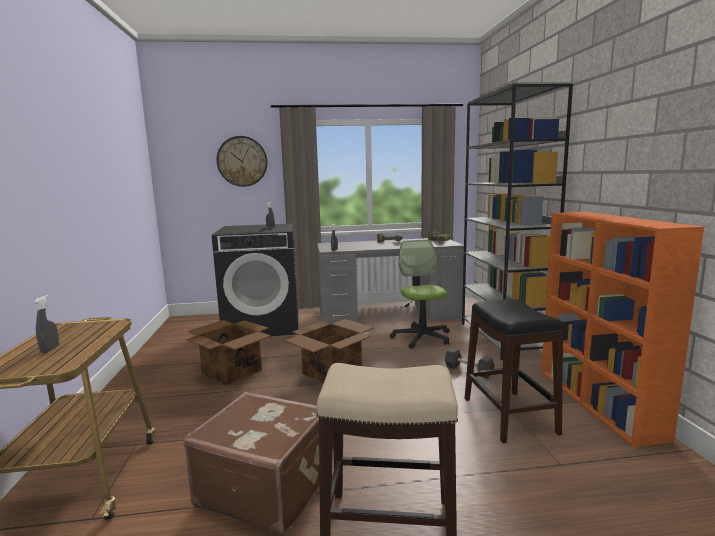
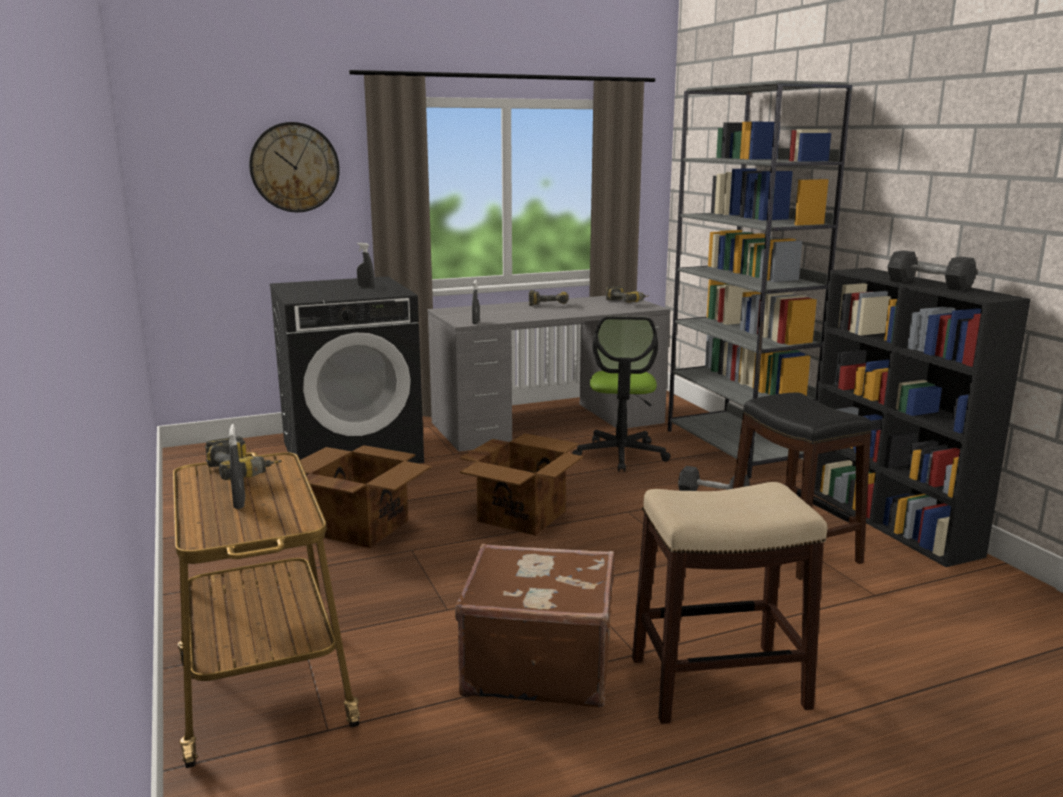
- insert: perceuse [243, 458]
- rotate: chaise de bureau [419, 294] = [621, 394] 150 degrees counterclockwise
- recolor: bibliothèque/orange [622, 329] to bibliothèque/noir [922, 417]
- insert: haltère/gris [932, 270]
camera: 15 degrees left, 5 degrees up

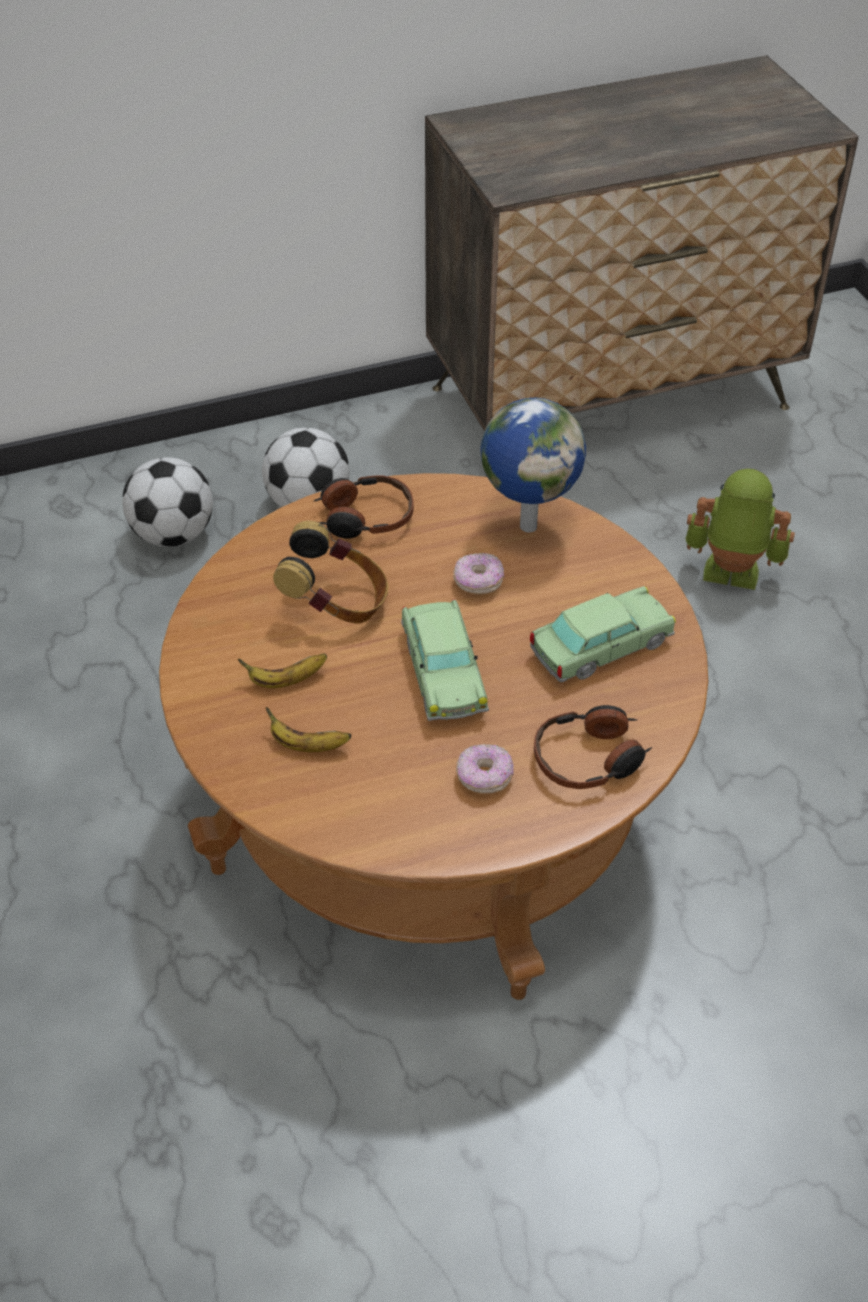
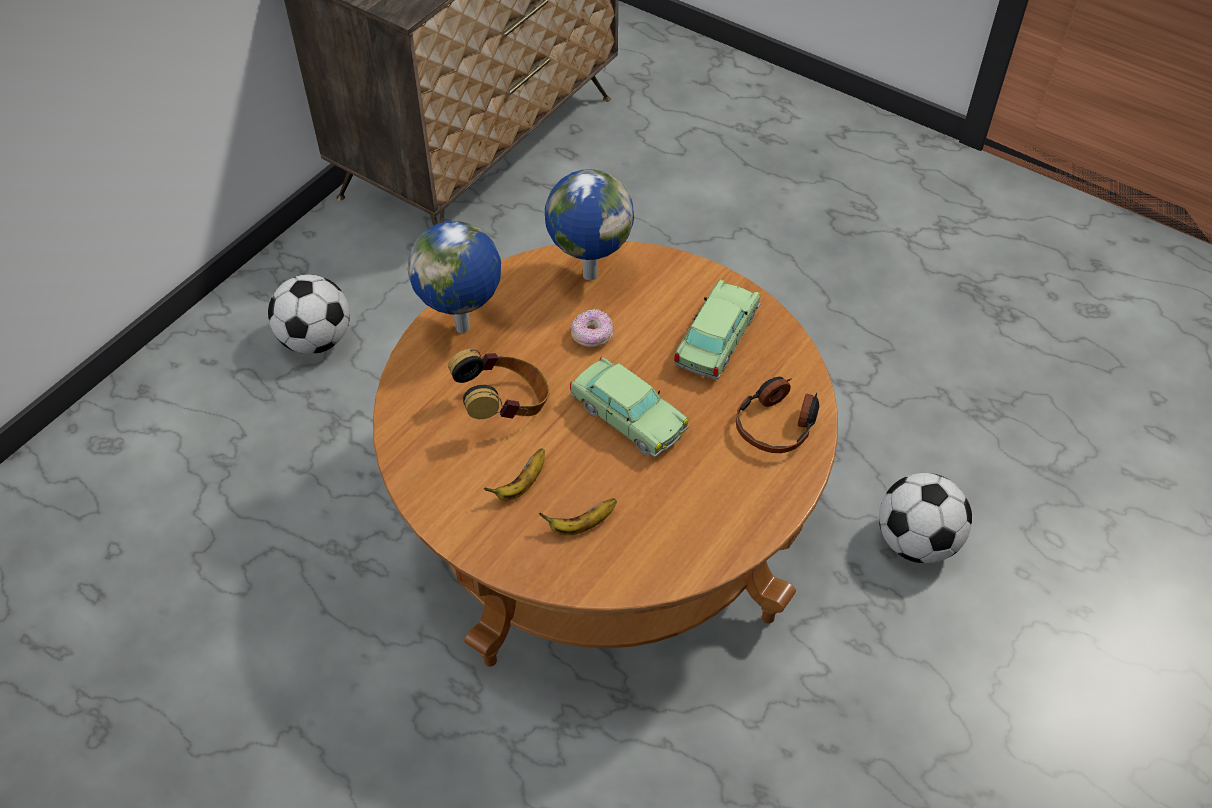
- replace: casque audio [363, 507] to globe [454, 277]
- move: ballon de foot [168, 502] to [925, 518]
- delete: beignet [484, 769]
- delete: robot jouet [740, 529]
camera: 35 degrees left, 5 degrees up

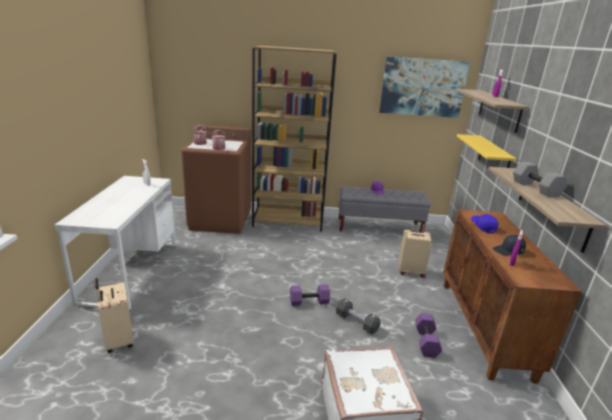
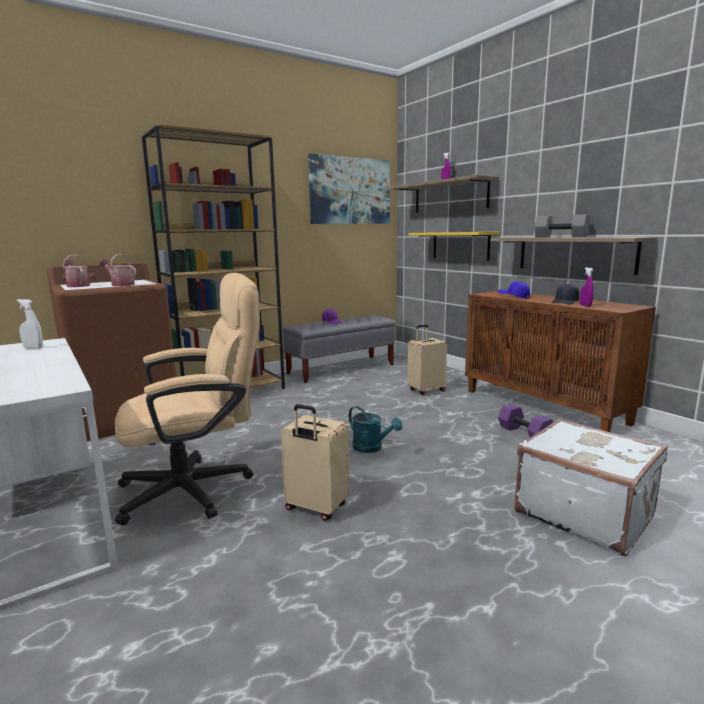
- insert: chaise de bureau/beige [187, 399]
- move: valise/beige [114, 315] to [315, 462]
- replace: haltère/violet [310, 295] to arrosoir/turquoise [375, 429]
- delete: haltère/noir [358, 316]
camera: 35 degrees left, 10 degrees down

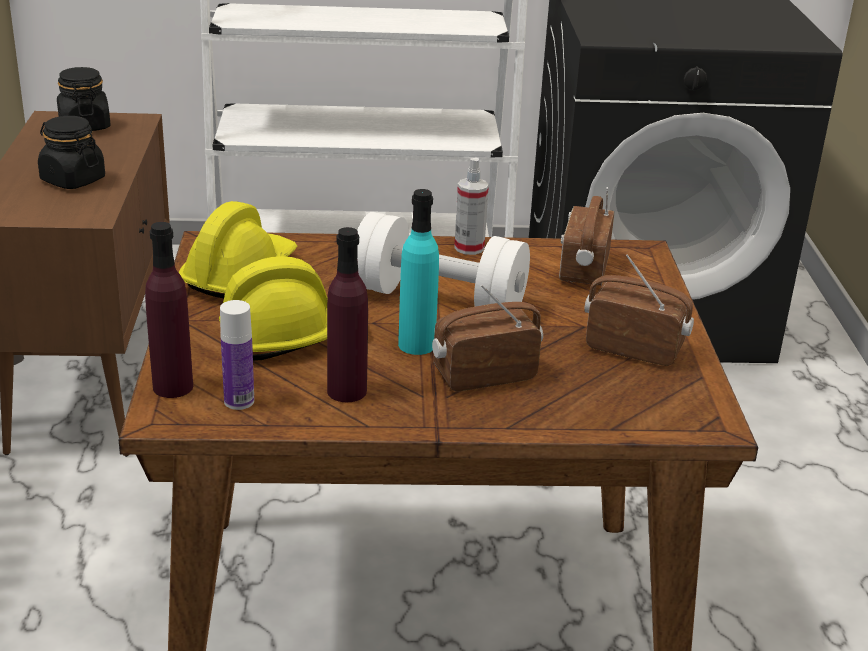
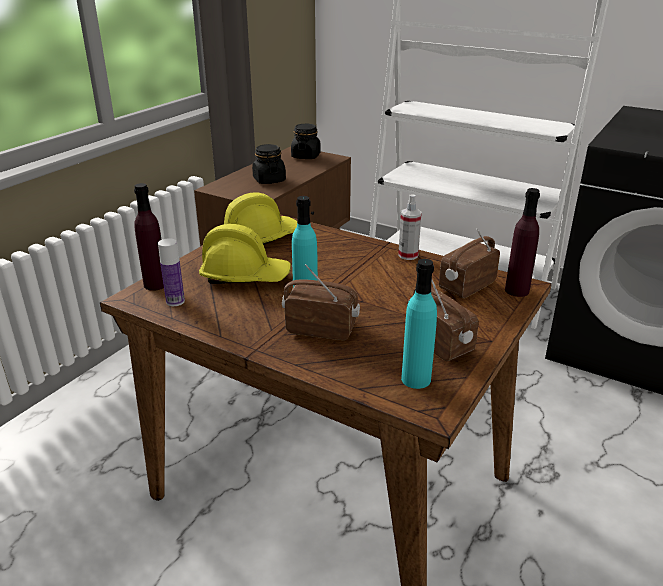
- insert: bouteille/turquoise [419, 324]
- move: bouteille/violet [347, 314] to [522, 242]
- delete: haltère/blanc [443, 259]
camera: 35 degrees right, 0 degrees up

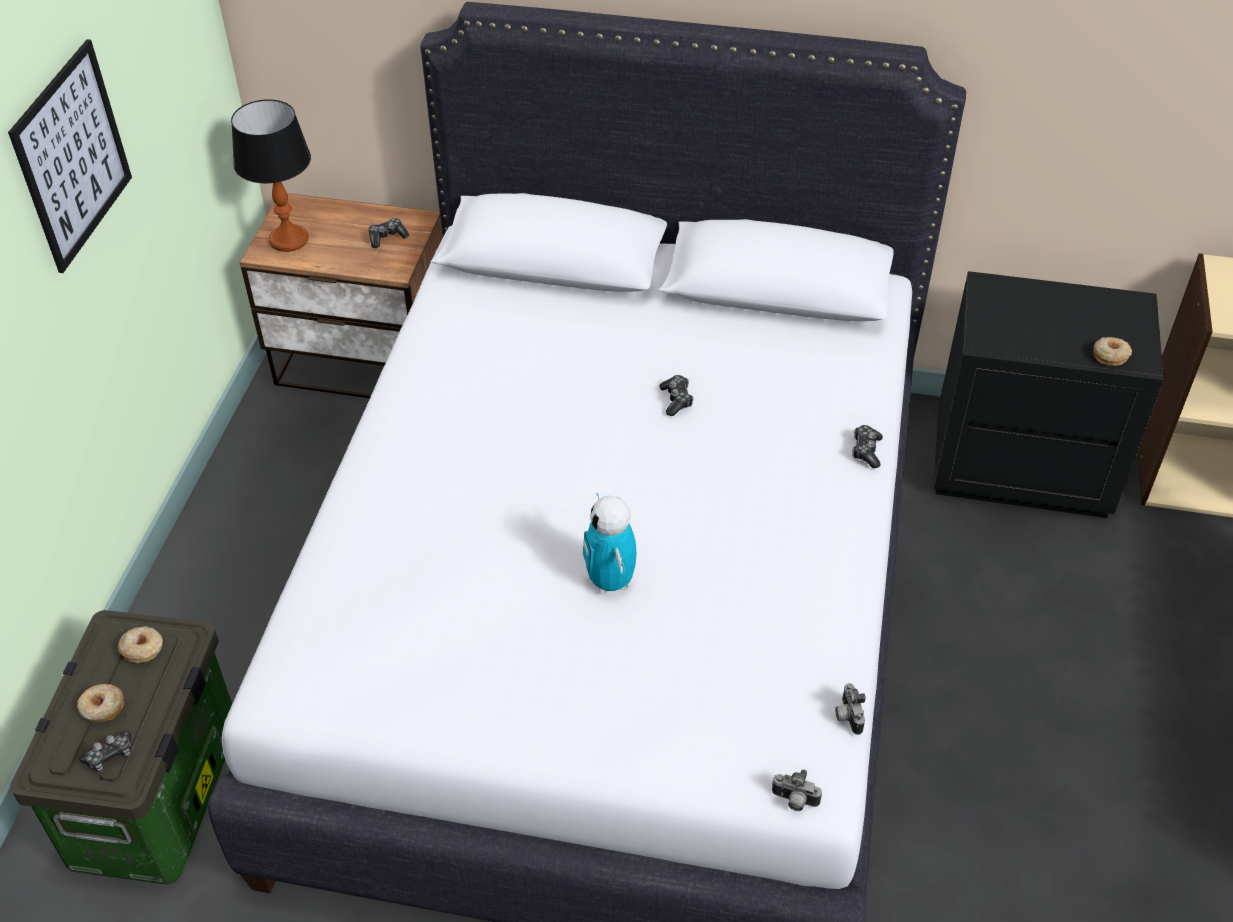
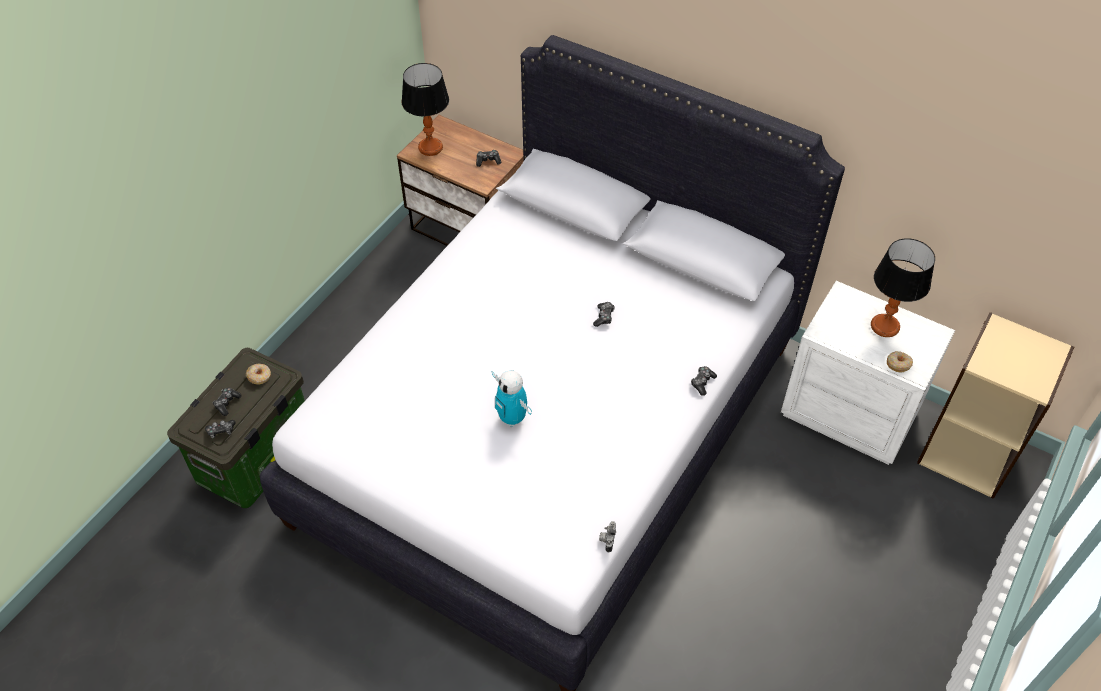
- replace: beignet [100, 702] to manette [227, 402]
- rotate: robot jouet [610, 543] = [511, 398] 45 degrees counterclockwise
- recolor: table de chevet/noir [1048, 394] to table de chevet/blanc [868, 373]
- insert: lampe de table [903, 287]
- delete: tableau [70, 156]
- delete: appareil photo [797, 790]
camera: 20 degrees right, 5 degrees up

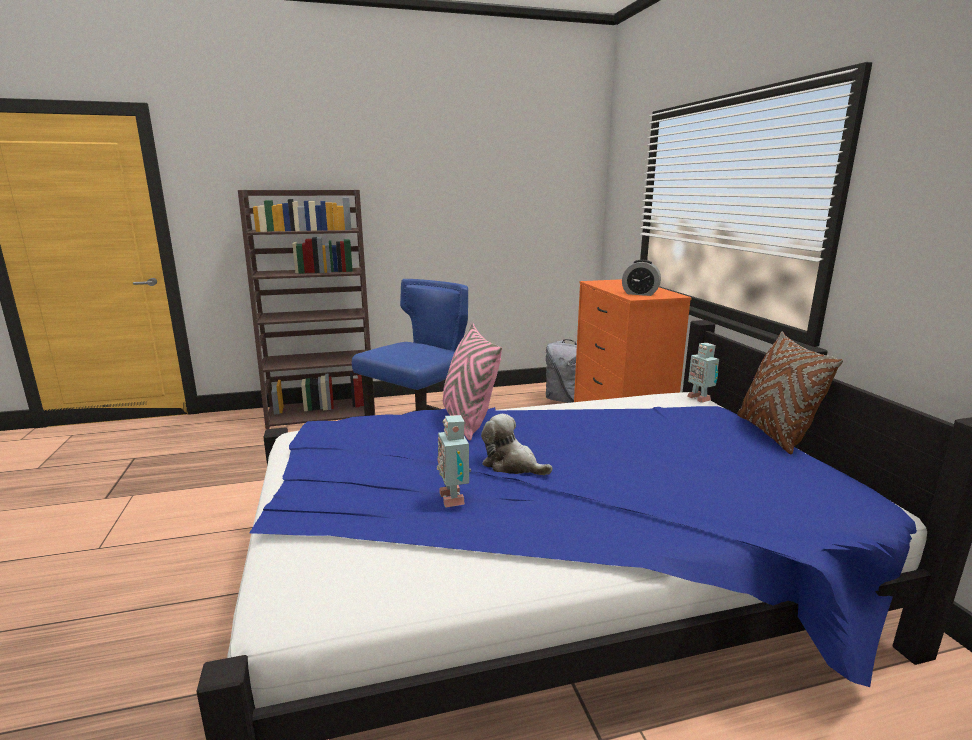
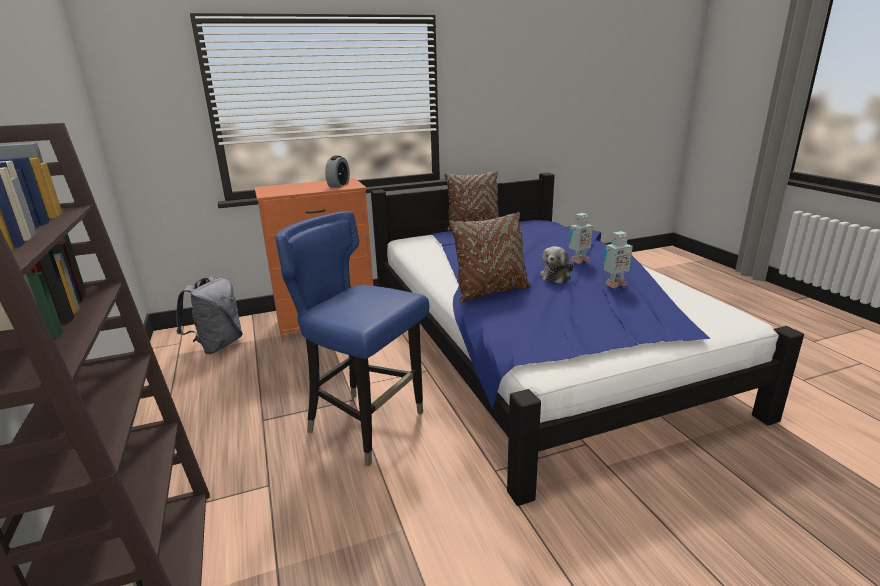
- recolor: coussin/rose [472, 381] to coussin/marron [490, 257]
- move: robot jouet [703, 373] to [581, 238]
camera: 95 degrees left, 5 degrees up

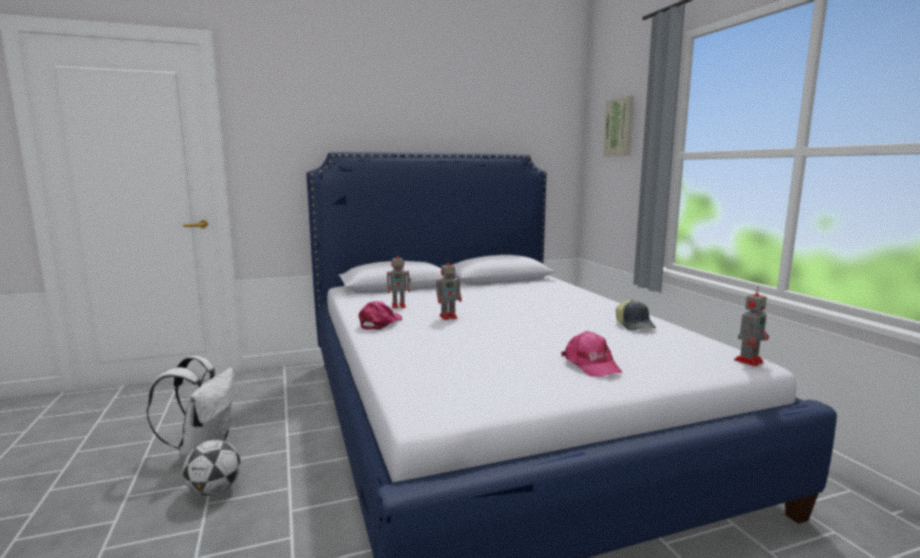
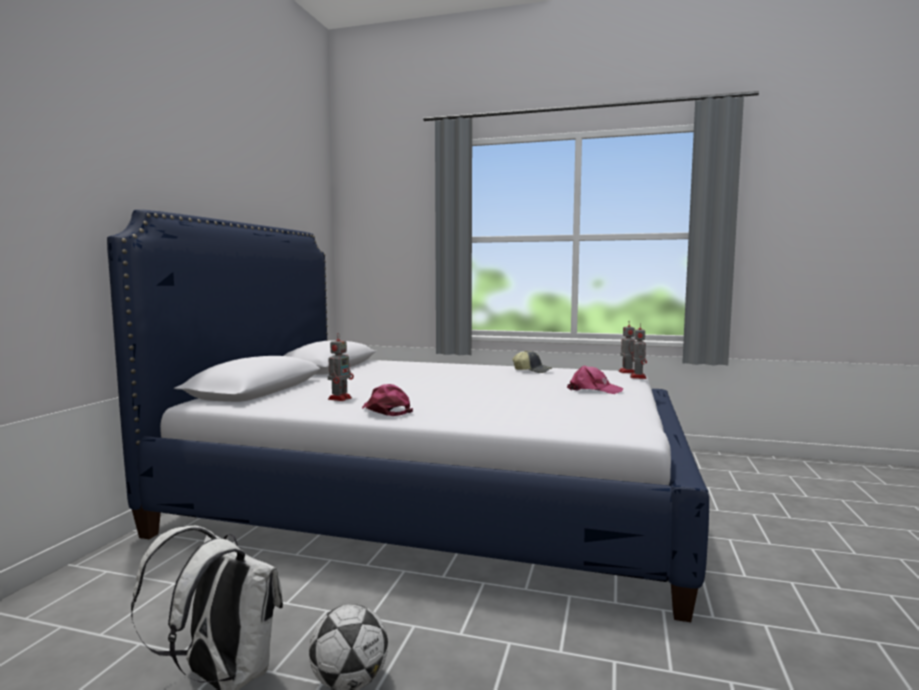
- move: robot jouet [449, 289] to [638, 351]
- delete: tableau [618, 126]
camera: 55 degrees left, 5 degrees down

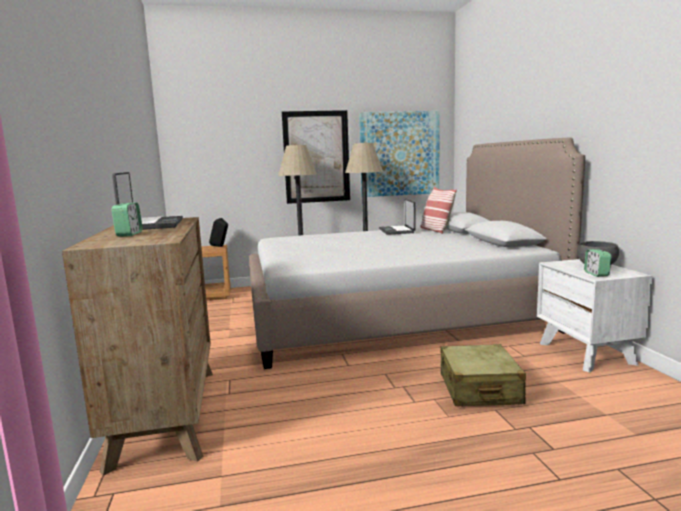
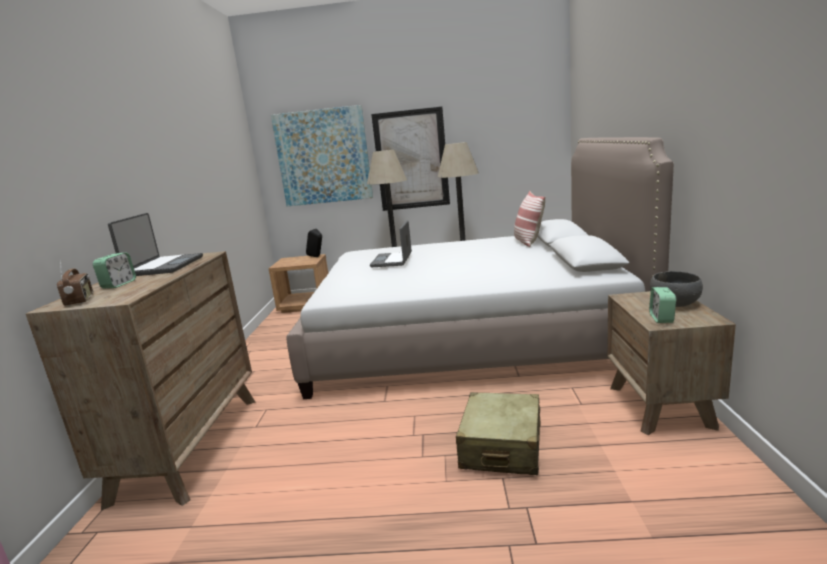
- insert: radio [75, 281]
- move: tableau [399, 154] to [322, 155]
- move: ordinateur portable [397, 217] to [391, 243]
- recolor: table de chevet/blanc [595, 315] to table de chevet/marron [671, 363]
camera: 15 degrees right, 5 degrees up

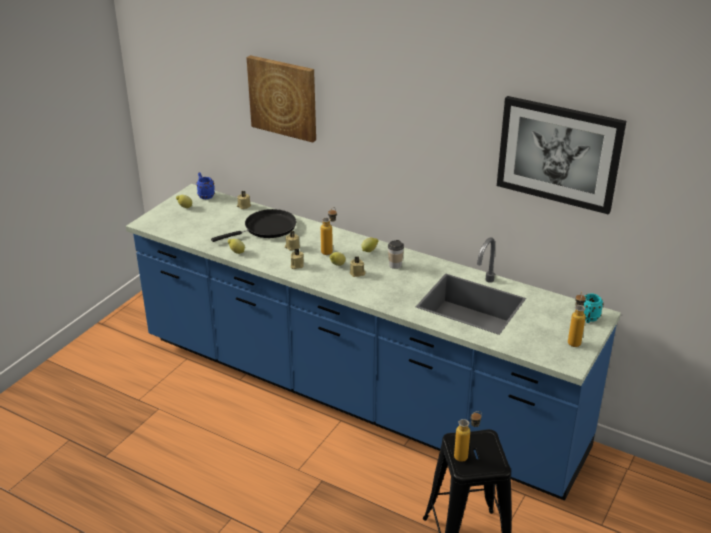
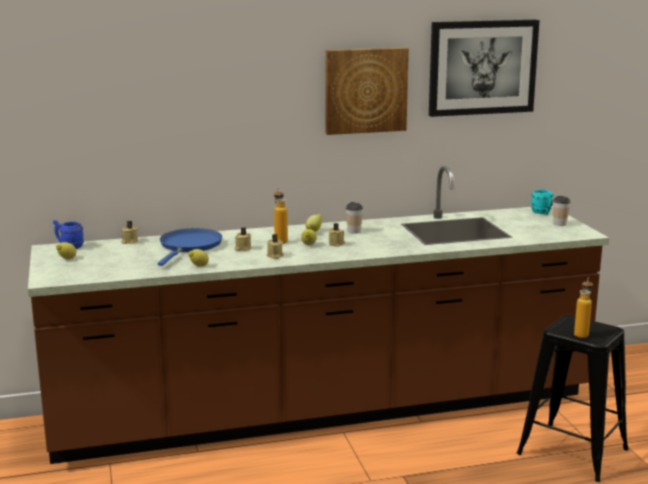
- recolor: comptoir de cuisine/bleu [373, 342] to comptoir de cuisine/marron [318, 315]
- recolor: poêle/noir [253, 225] to poêle/bleu [190, 247]
- move: tableau [281, 99] to [367, 91]
- replace: bouteille [577, 319] to tasse [561, 211]
camera: 45 degrees left, 15 degrees down

